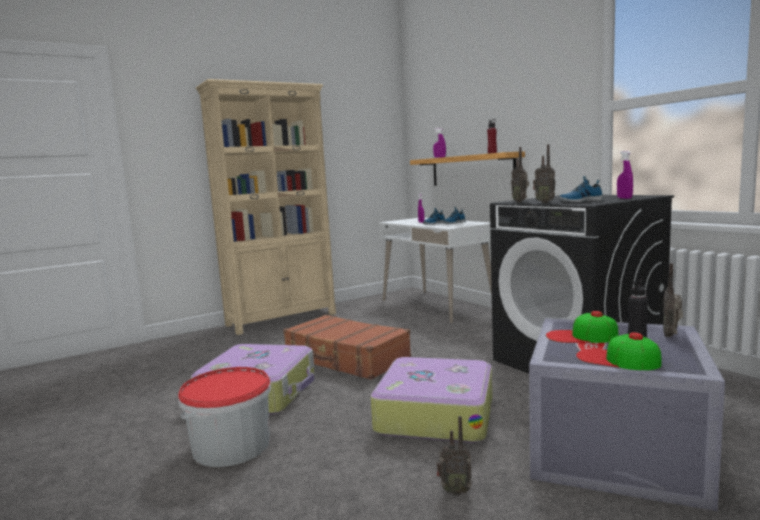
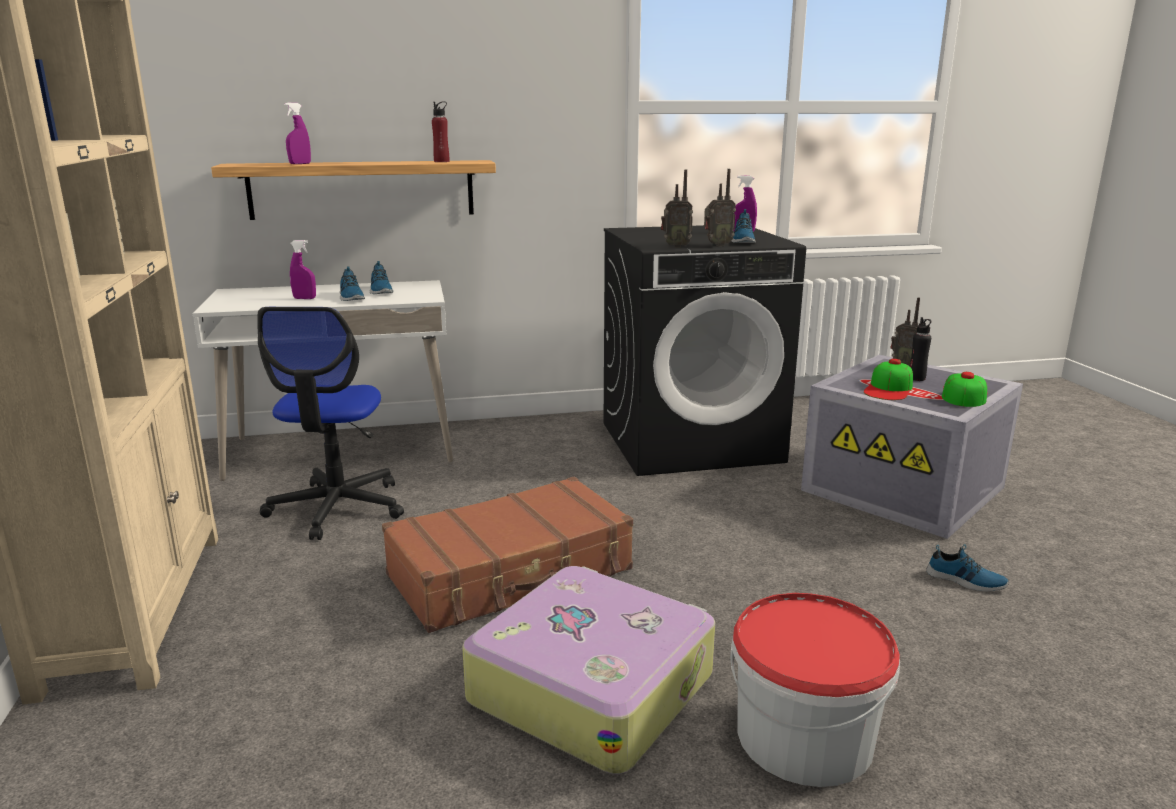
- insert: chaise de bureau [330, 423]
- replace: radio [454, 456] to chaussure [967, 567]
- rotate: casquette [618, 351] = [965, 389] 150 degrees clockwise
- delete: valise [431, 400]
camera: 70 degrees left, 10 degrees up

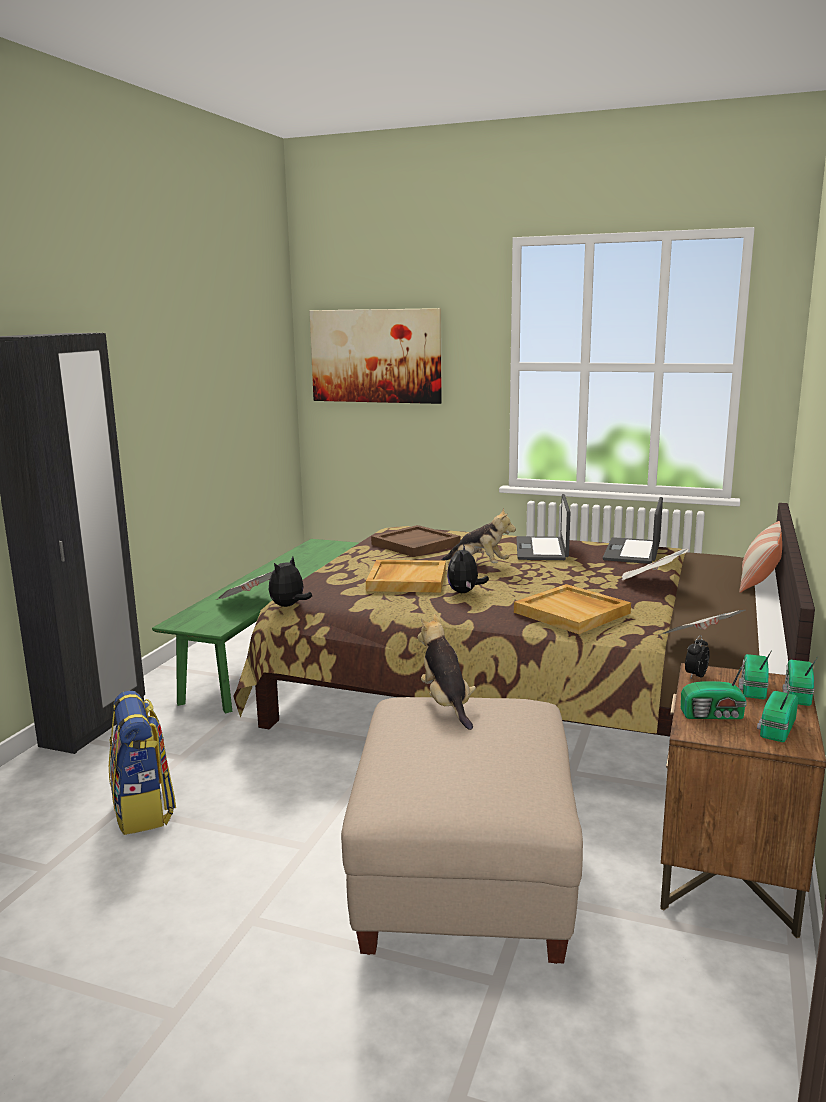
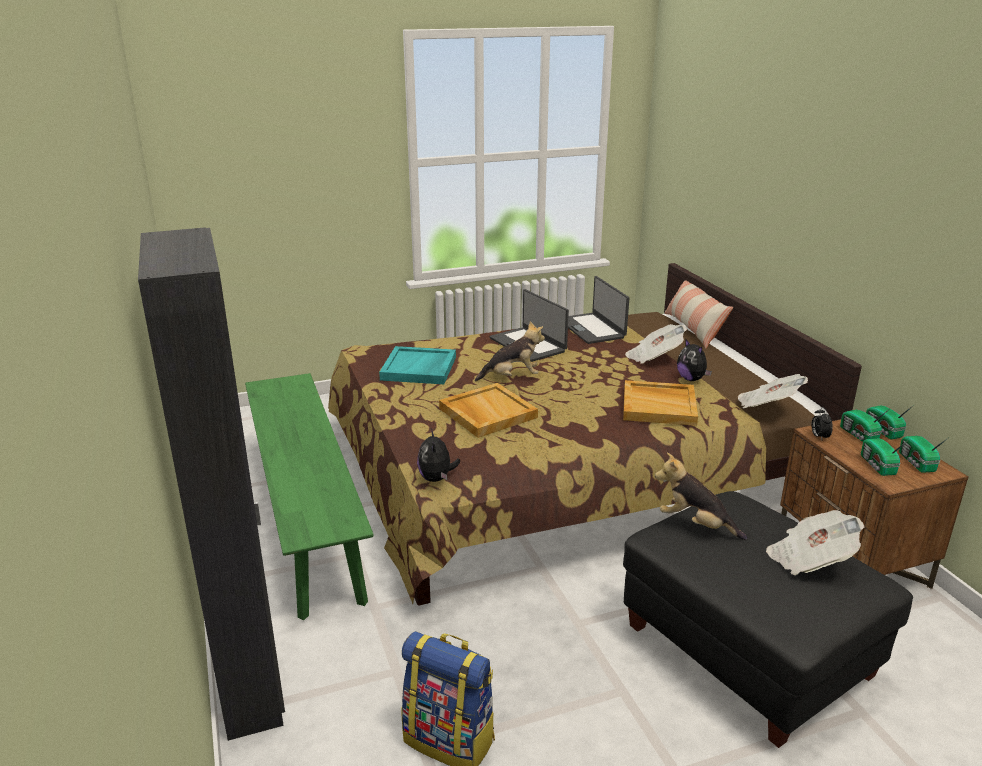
- recolor: plateau/marron [416, 541] to plateau/turquoise [417, 365]
- recolor: pouf/beige [462, 830] to pouf/noir [768, 619]
- move: peluche [468, 568] to [694, 359]
- move: journal [244, 586] to [815, 542]
- rotate: radio [714, 688] = [884, 457] 120 degrees clockwise
- delete: tableau [375, 356]
camera: 40 degrees left, 10 degrees up

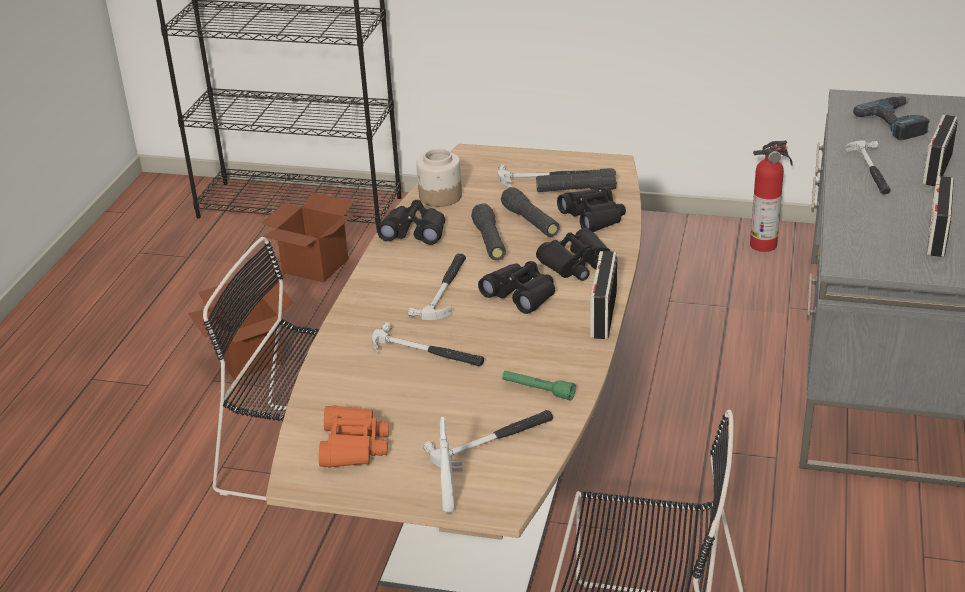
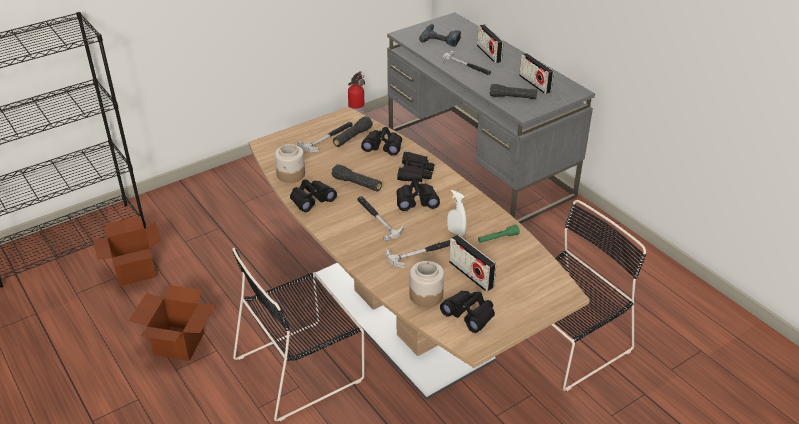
- insert: bocal [426, 284]
- recolor: jumelles/orange [354, 436] to jumelles/noir [467, 312]
- move: vaporisateur/blanc [447, 465] to [457, 213]
- move: radio [603, 295] to [472, 263]
- move: lampe de poche/noir [530, 212] to [513, 91]
- delete: marteau [488, 440]
camera: 50 degrees left, 5 degrees up

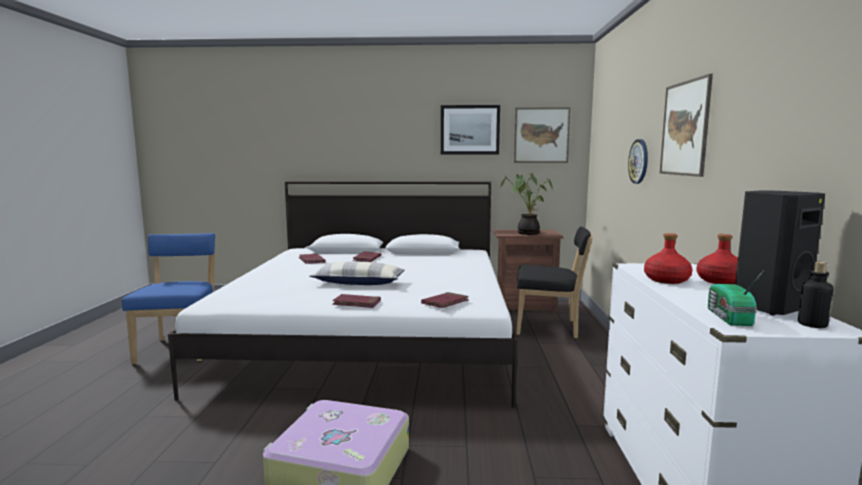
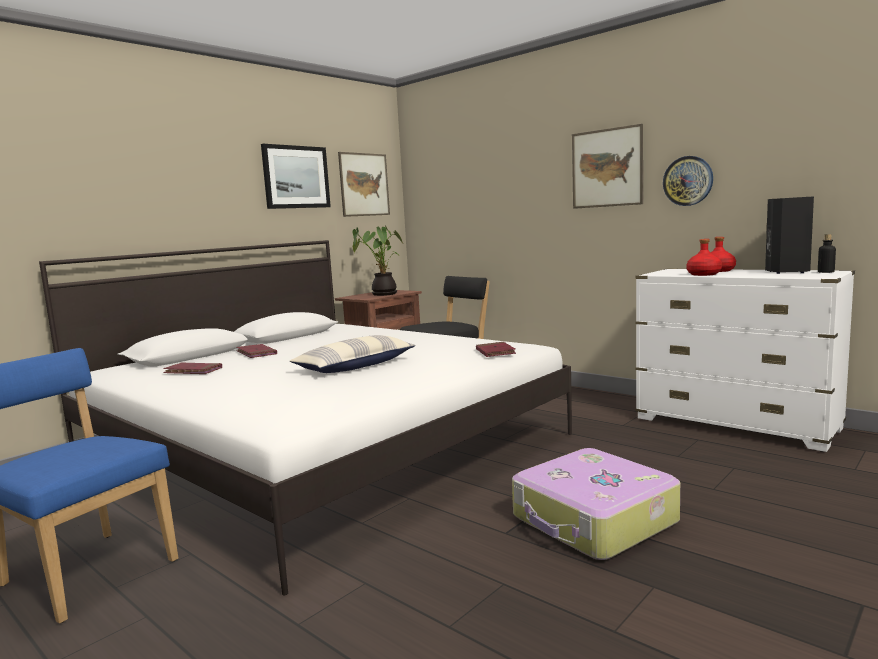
- move: horloge murale [638, 161] to [688, 181]
- delete: livre/rouge [356, 301]
- delete: radio [736, 298]
camera: 50 degrees left, 0 degrees up

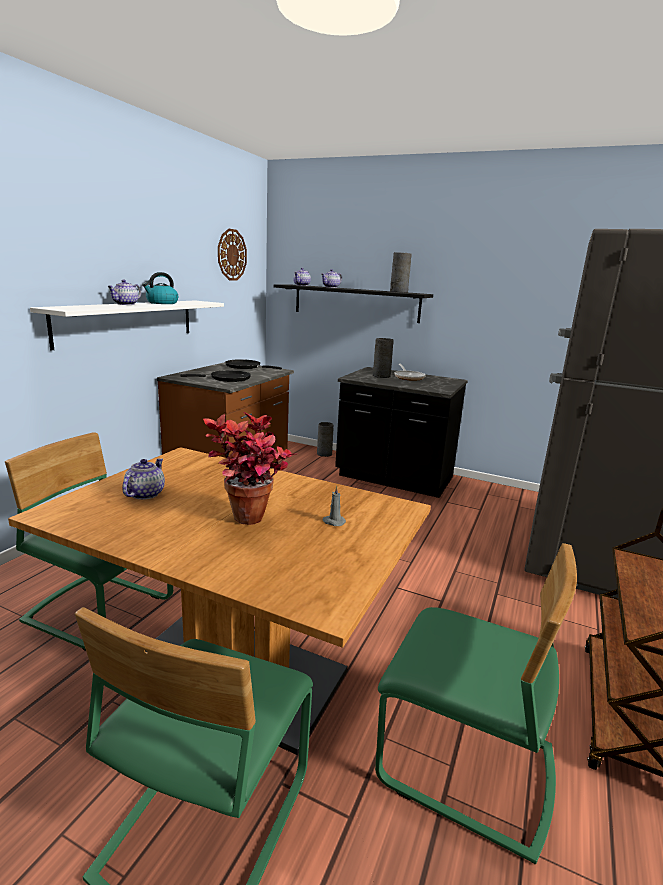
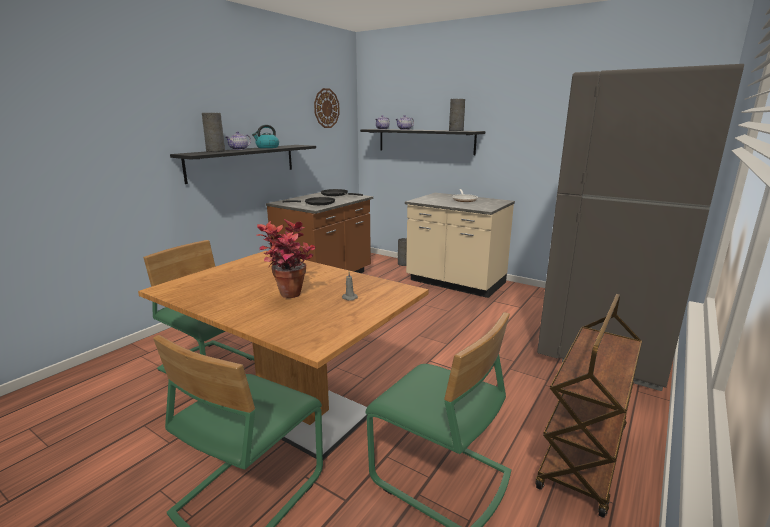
- recolor: étagère/blanc [127, 325] to étagère/noir [243, 164]
- move: vase/gris [383, 358] to [213, 132]
- recolor: comptoir de cuisine/noir [401, 432] to comptoir de cuisine/beige [460, 245]
- delete: théière [143, 479]
camera: 10 degrees right, 0 degrees up

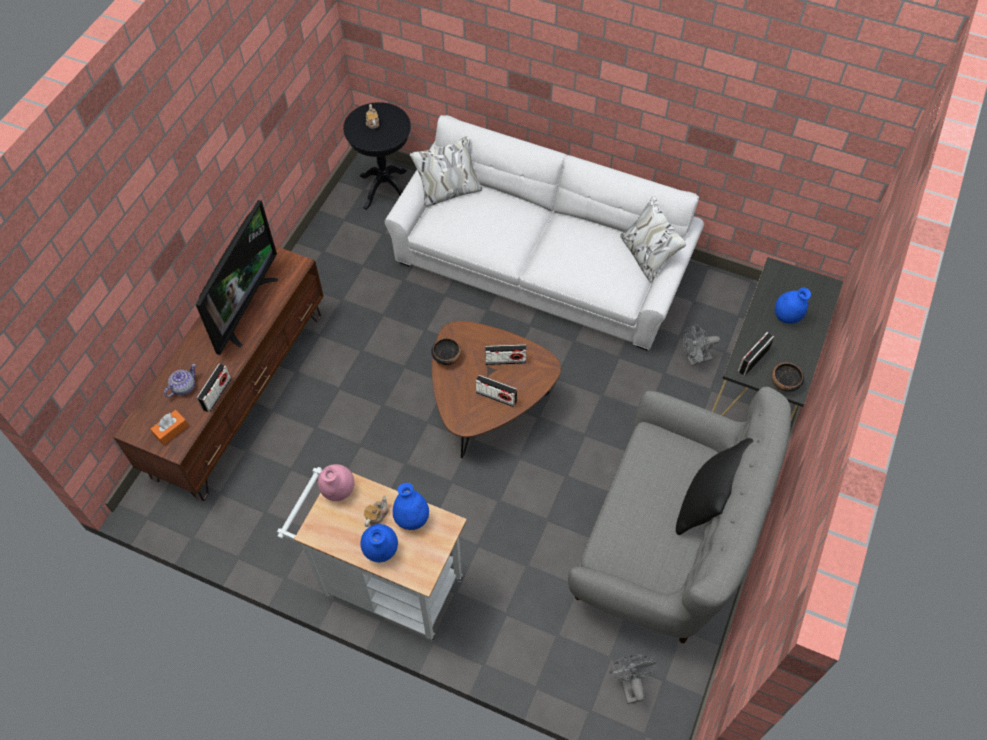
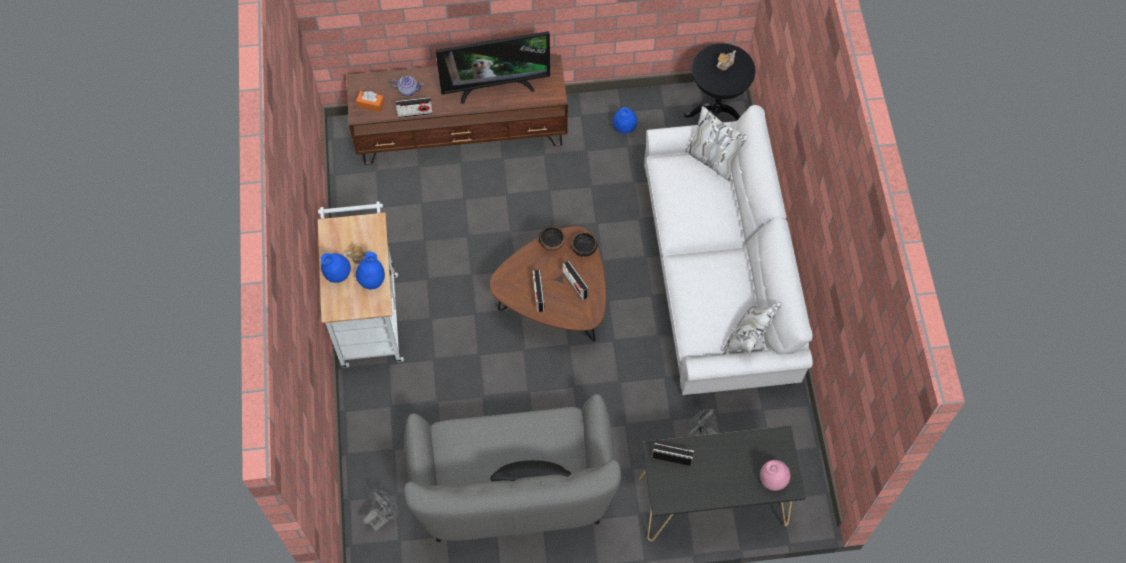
- move: bol [787, 376] to [584, 244]
- move: vase/bleu [793, 305] to [625, 120]
- move: vase/rose [336, 482] to [775, 475]
camera: 60 degrees right, 5 degrees up

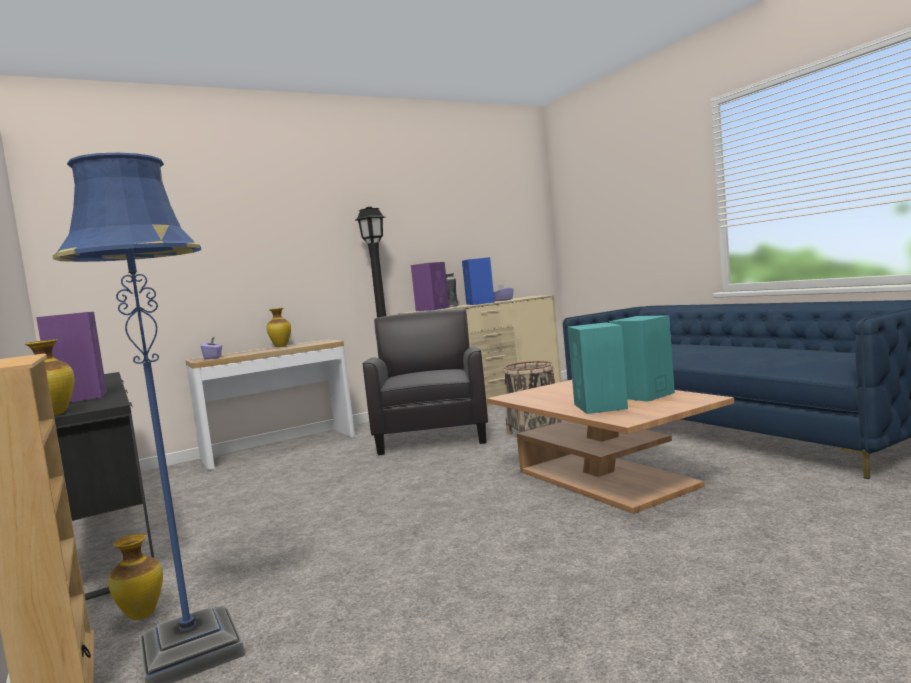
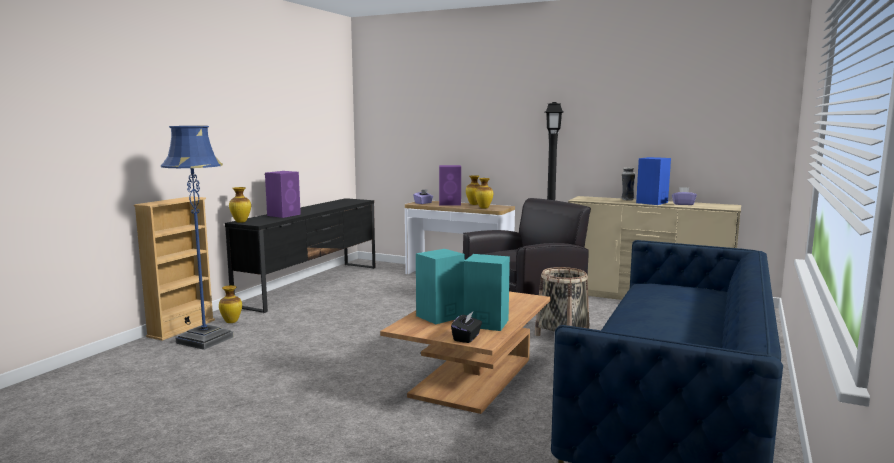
- move: enceinte/violet [430, 286] to [450, 185]
- insert: boîte à mouchoirs/noir [466, 327]
- insert: vase [484, 193]
camera: 55 degrees right, 5 degrees up

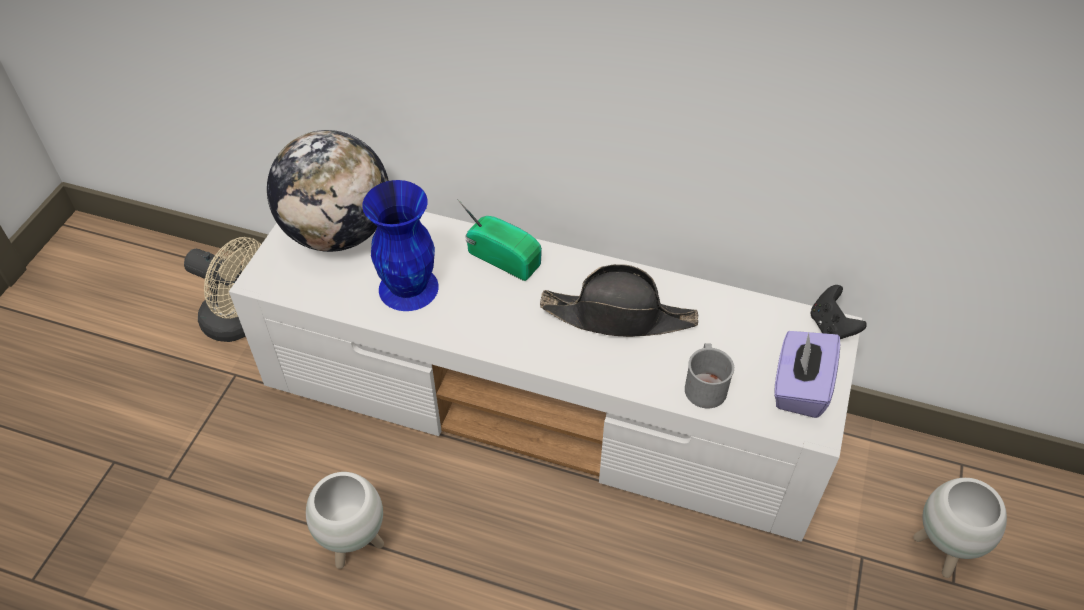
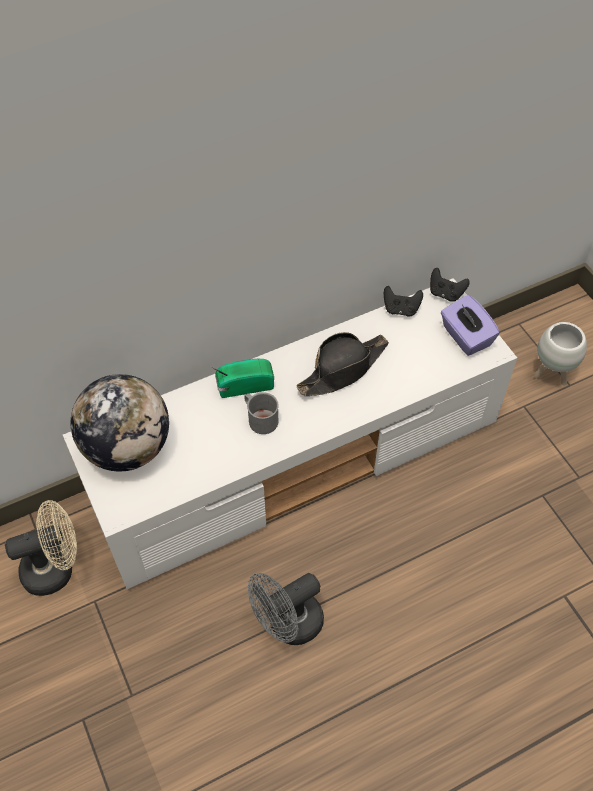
- move: mug/gris [709, 375] to [261, 413]
- replace: cache-pot/blanc [345, 520] to ventilateur/gris [286, 609]
- insert: manette/noir [403, 301]
- delete: vase/bleu [400, 245]
camera: 45 degrees left, 5 degrees up

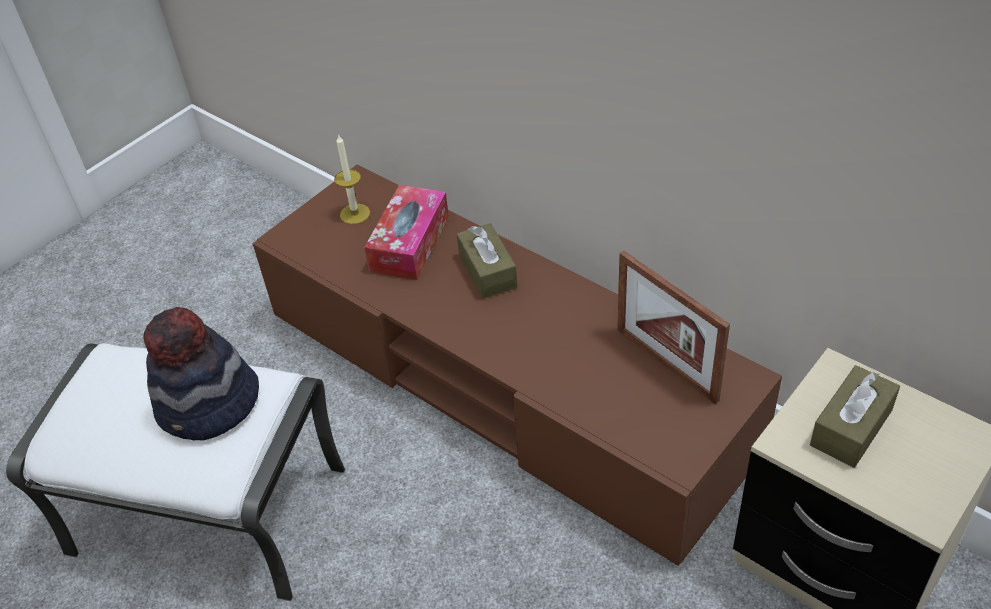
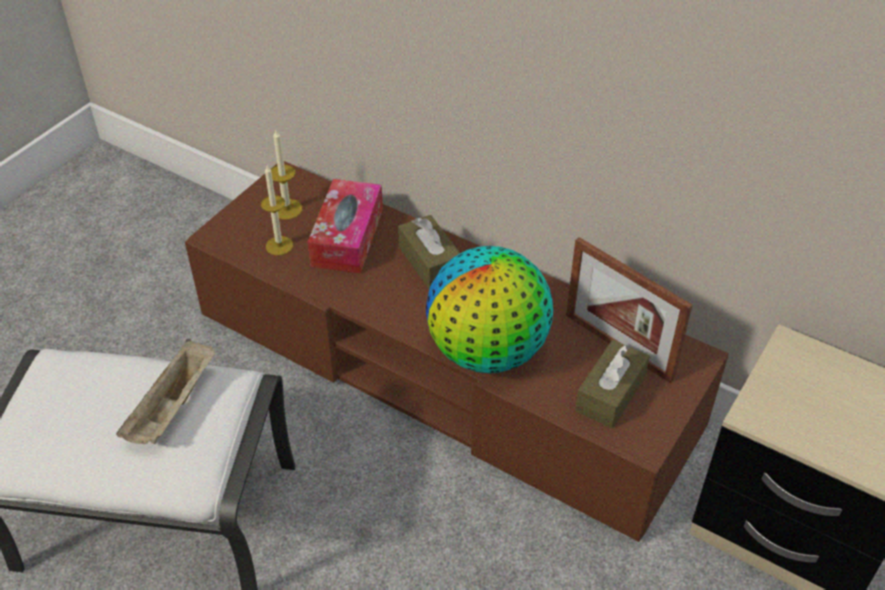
- replace: chapeau [201, 374] to plateau/beige [165, 391]
- insert: bougie [277, 210]
- insert: globe [489, 309]
- move: boîte à mouchoirs/marron [855, 416] to [612, 384]
camera: 10 degrees left, 0 degrees up

